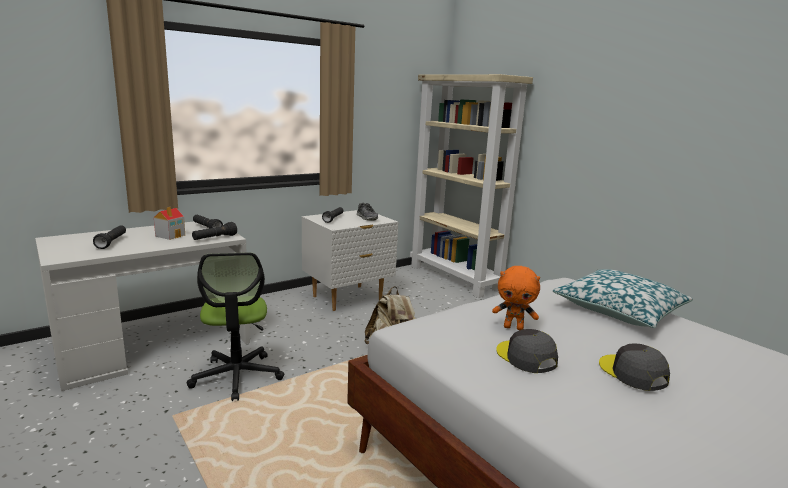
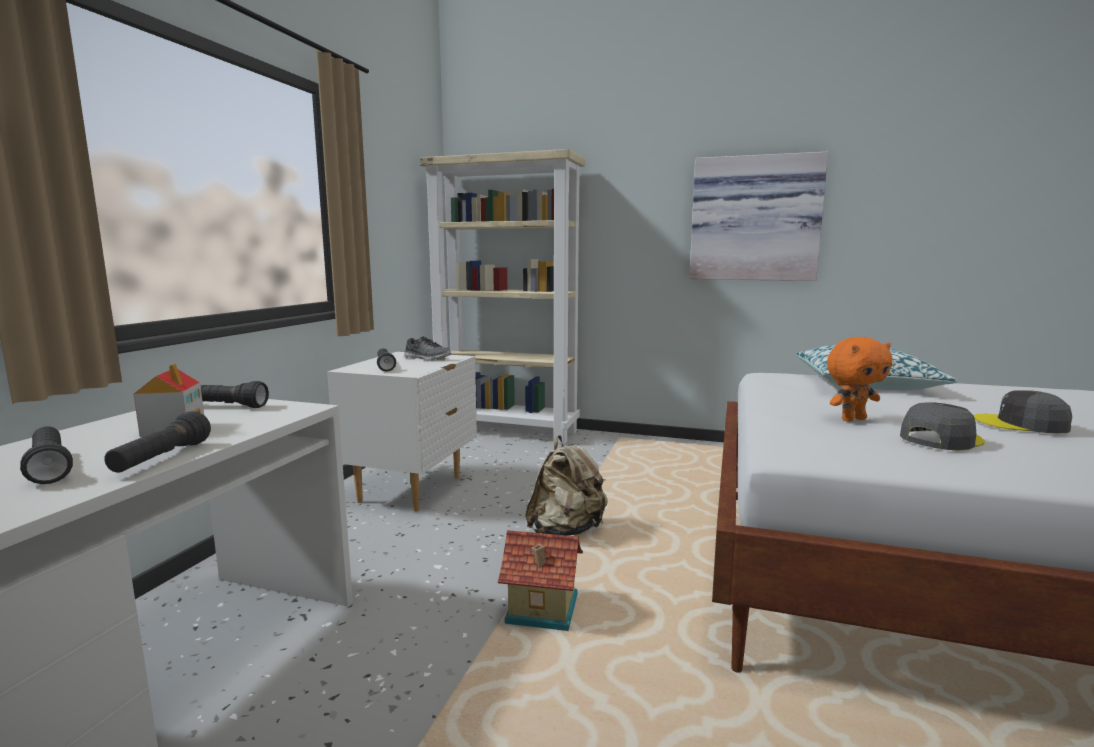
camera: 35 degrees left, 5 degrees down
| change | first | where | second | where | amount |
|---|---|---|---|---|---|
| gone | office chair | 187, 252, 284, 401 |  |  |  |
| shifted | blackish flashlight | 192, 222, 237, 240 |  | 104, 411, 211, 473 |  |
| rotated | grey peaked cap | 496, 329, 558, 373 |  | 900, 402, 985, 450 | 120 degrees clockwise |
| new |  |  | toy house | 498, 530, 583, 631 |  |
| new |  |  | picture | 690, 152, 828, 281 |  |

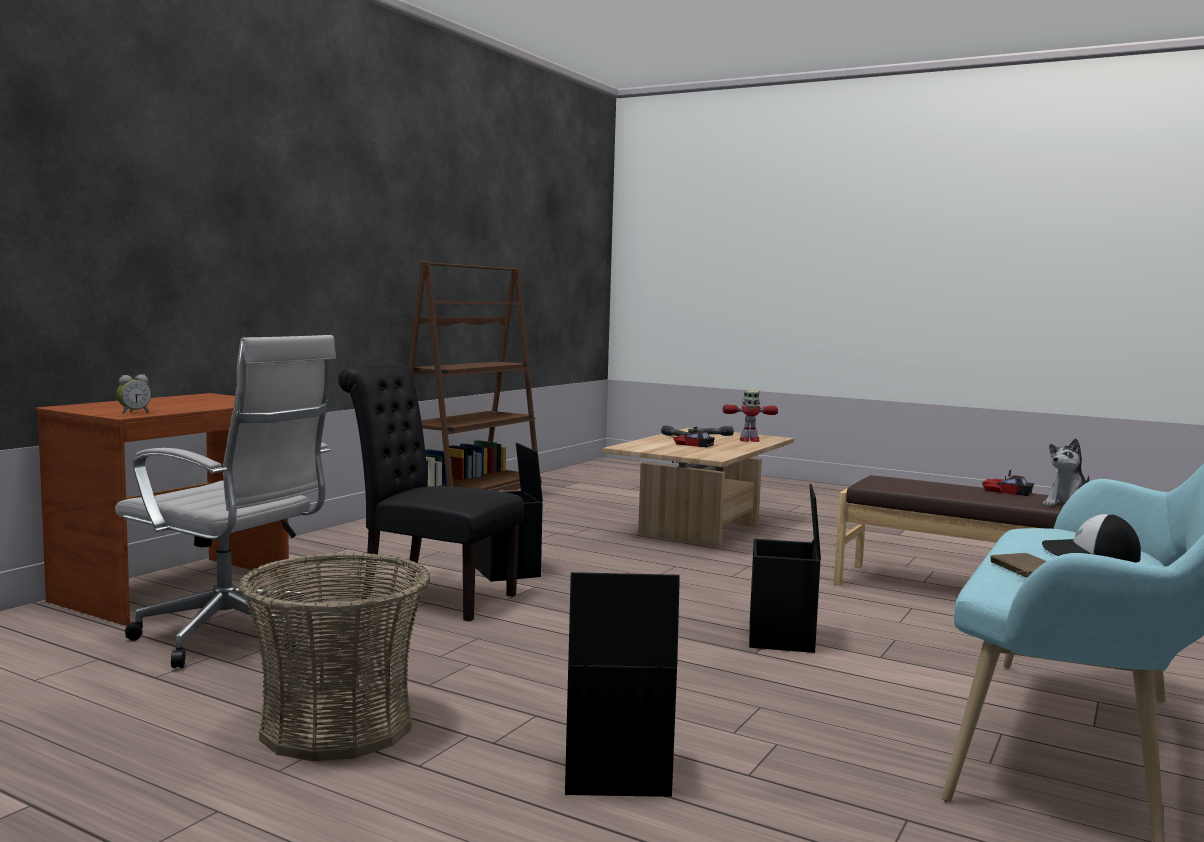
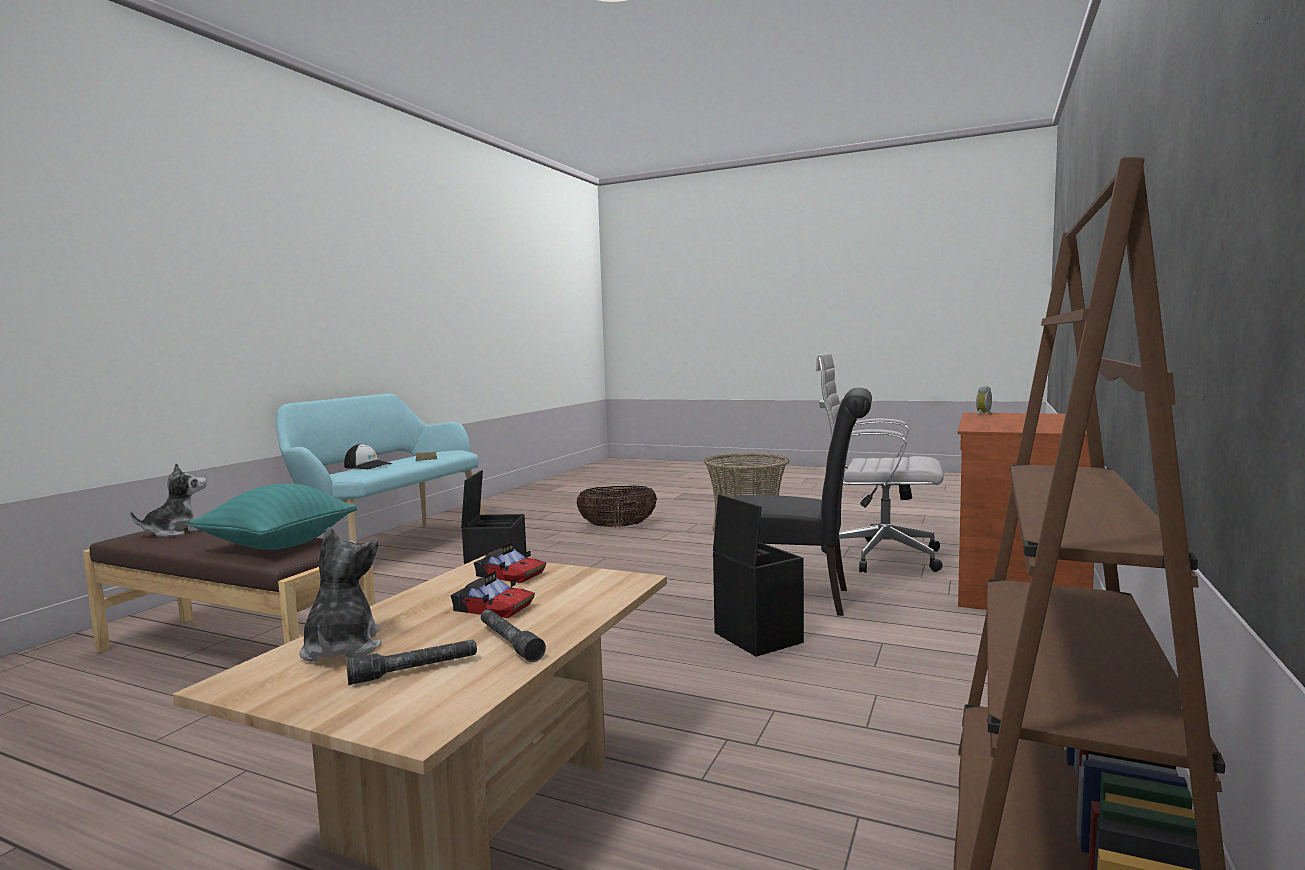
camera: 175 degrees right, 0 degrees up
| change | first | where | second | where | amount |
|---|---|---|---|---|---|
| swapped | blackish storage box | 565, 572, 680, 797 | storage basket | 576, 486, 657, 527 |  |
| swapped | model robot | 723, 390, 778, 442 | plush toy | 299, 527, 382, 662 |  |
| shifted | toy car | 982, 470, 1034, 496 |  | 474, 543, 546, 583 |  |
| new |  |  | turquoise cushion | 189, 483, 357, 550 |  |

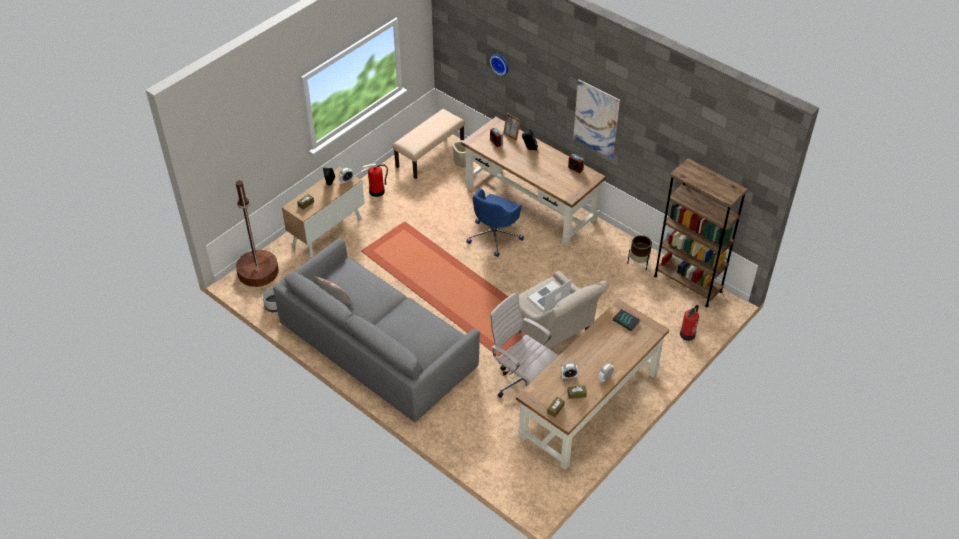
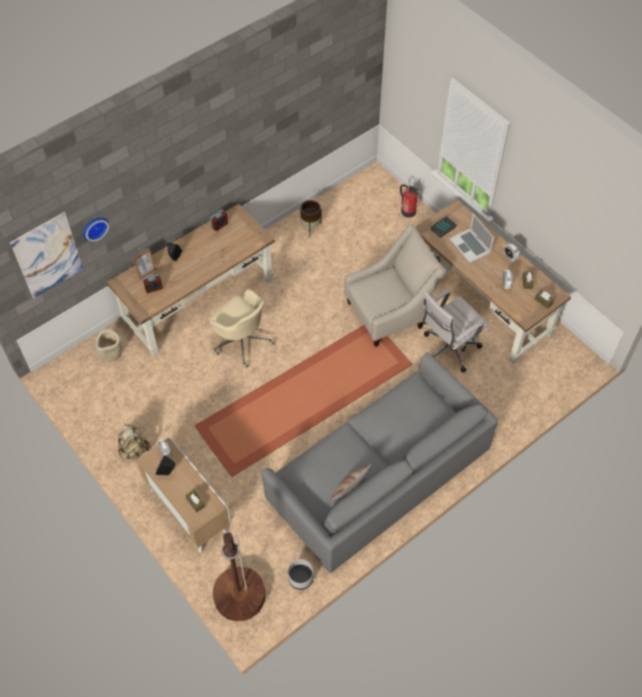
camera: 80 degrees left, 10 degrees up
| change | first | where | second | where | amount |
|---|---|---|---|---|---|
| swapped | fire extinguisher | 361, 163, 388, 197 | beige-coloured knapsack | 118, 424, 150, 459 |  |
| gone | beige-coloured bench | 393, 109, 465, 179 |  |  |  |
| repainted | blue office chair | 466, 188, 524, 257 | beige-coloured office chair | 210, 289, 275, 369 |  |
| shifted | notebook computer | 528, 280, 571, 312 |  | 450, 214, 494, 263 |  |
| shifted | picture | 573, 79, 620, 159 |  | 10, 212, 83, 298 |  |
| gone | brown-coloured bookcase | 654, 158, 748, 307 |  |  |  |

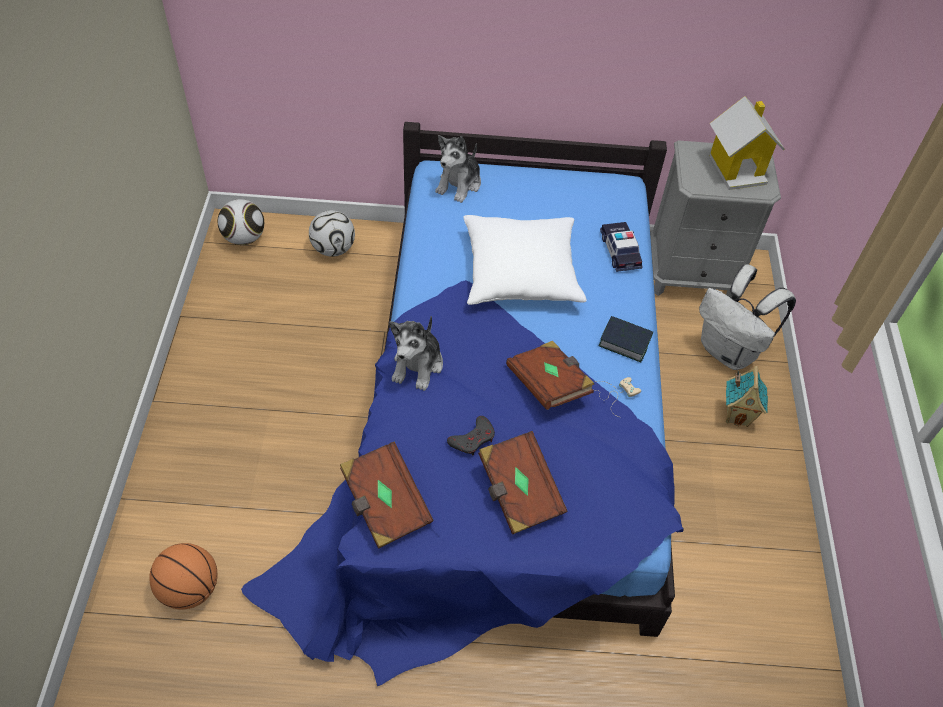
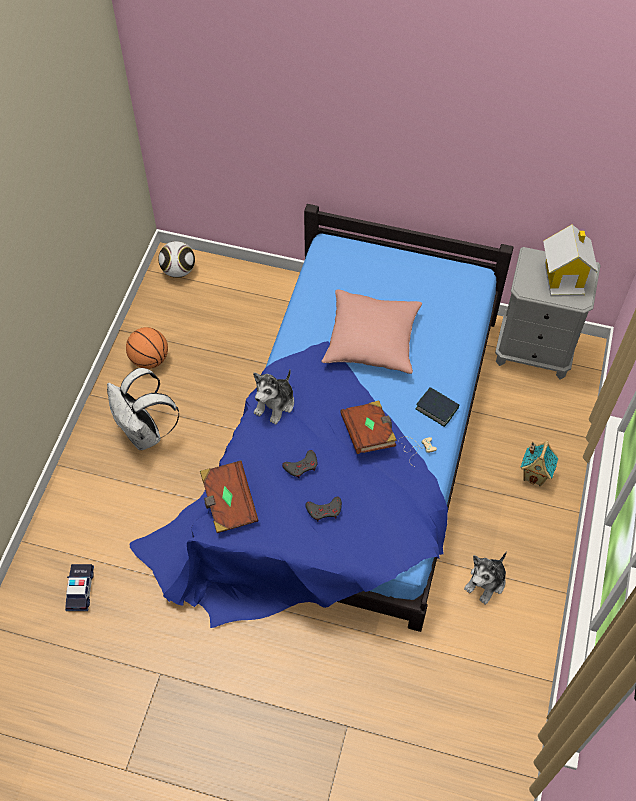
camera: 15 degrees right, 5 degrees up
| change | first | where | second | where | amount |
|---|---|---|---|---|---|
| shifted | basketball | 149, 543, 218, 609 |  | 126, 327, 168, 369 |  |
| gone | football ball | 309, 210, 355, 257 |  |  |  |
| shifted | plush toy | 435, 135, 481, 203 |  | 464, 552, 507, 605 |  |
| repainted | white cushion | 463, 215, 587, 305 | pink cushion | 322, 289, 422, 374 |  |
| swapped | brown-coloured volume | 478, 431, 568, 535 | grey joypad | 305, 497, 342, 522 |  |
| shifted | toy car | 600, 222, 643, 272 |  | 65, 564, 94, 611 |  |
| shifted | white knapsack | 699, 264, 796, 370 |  | 107, 368, 180, 450 |  |

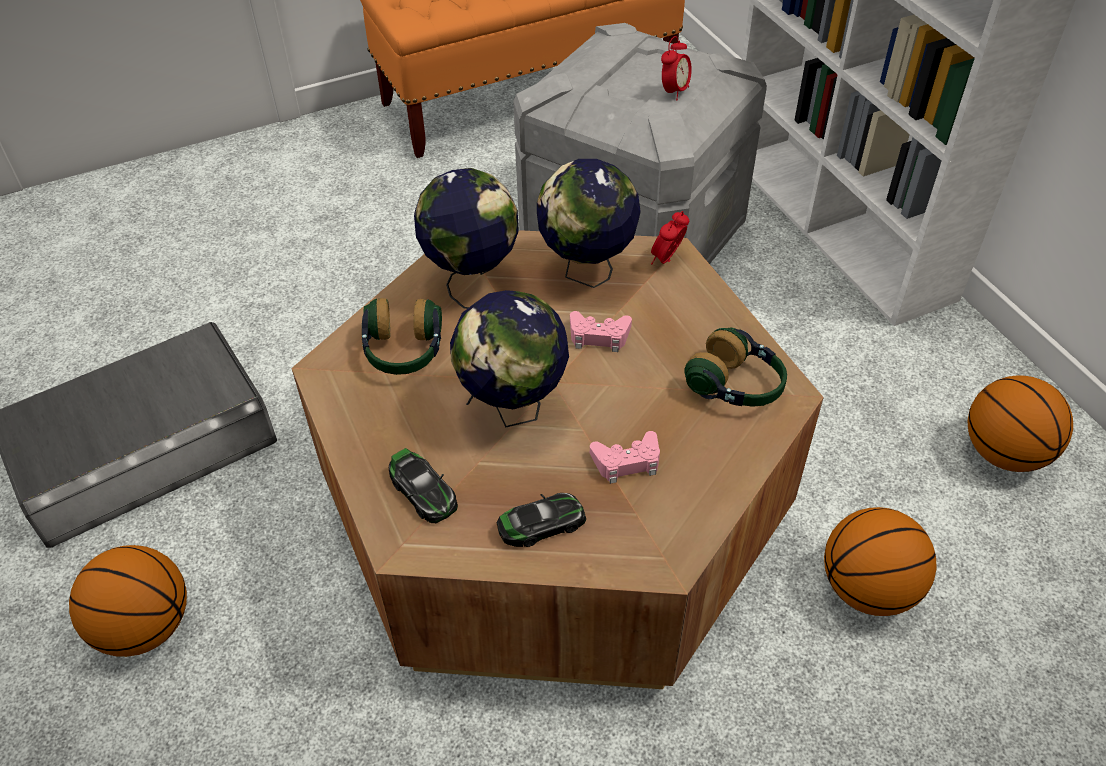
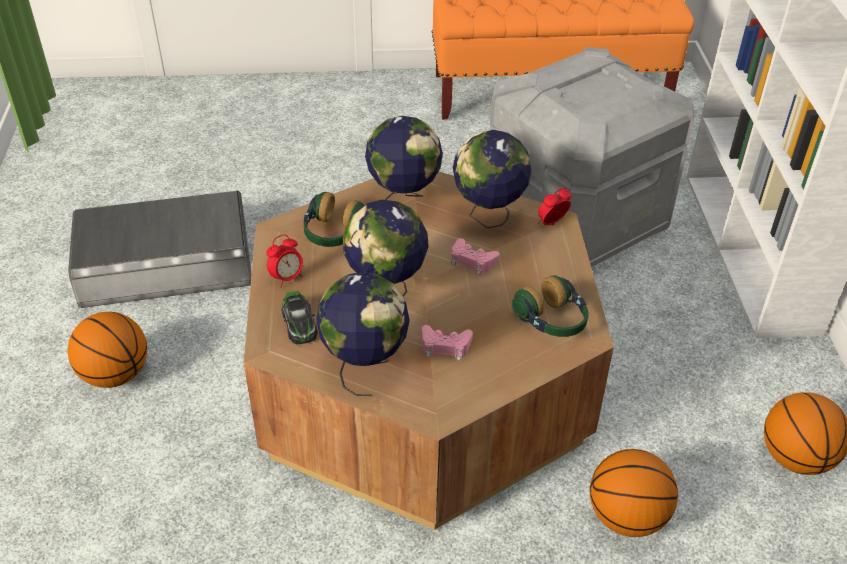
camera: 20 degrees right, 5 degrees down
| change | first | where | second | where | amount |
|---|---|---|---|---|---|
| swapped | toy car | 497, 493, 586, 547 | world globe | 317, 273, 410, 396 |  |
| shifted | table clock | 661, 36, 692, 100 |  | 266, 234, 303, 287 |  |

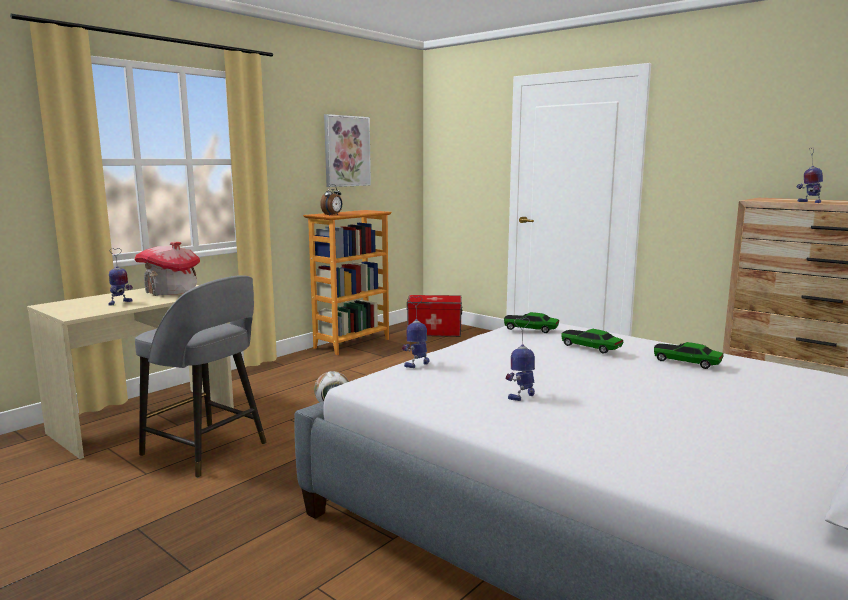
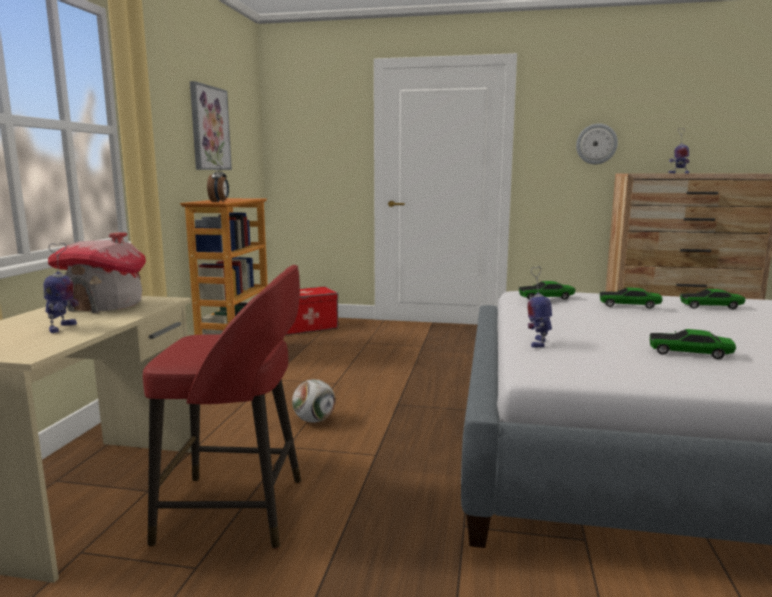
camera: 30 degrees left, 0 degrees up
| change | first | where | second | where | amount |
|---|---|---|---|---|---|
| repainted | grey sitting stool | 135, 275, 267, 478 | red-coloured sitting stool | 143, 265, 301, 549 |  |
| swapped | model robot | 506, 318, 535, 401 | toy car | 650, 329, 736, 359 |  |
| new |  |  | hanging clock | 576, 123, 618, 164 |  |

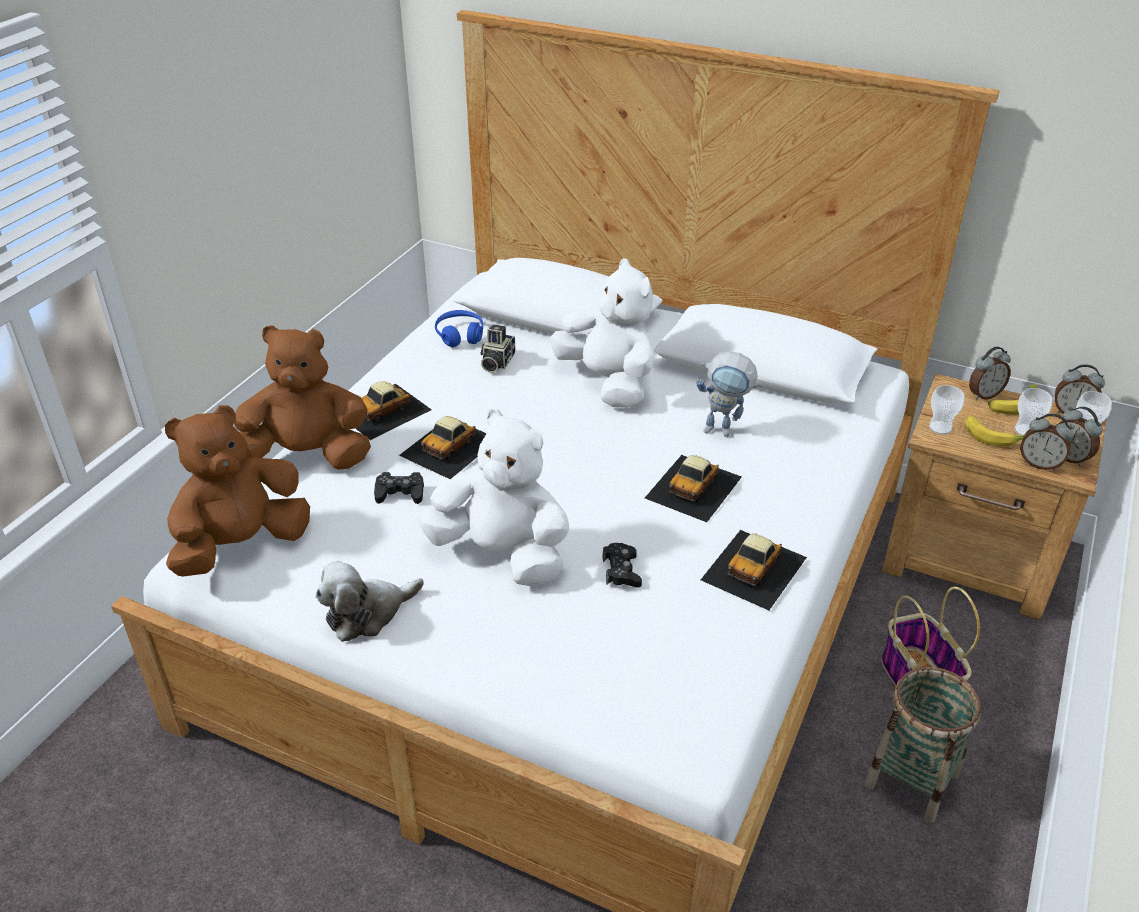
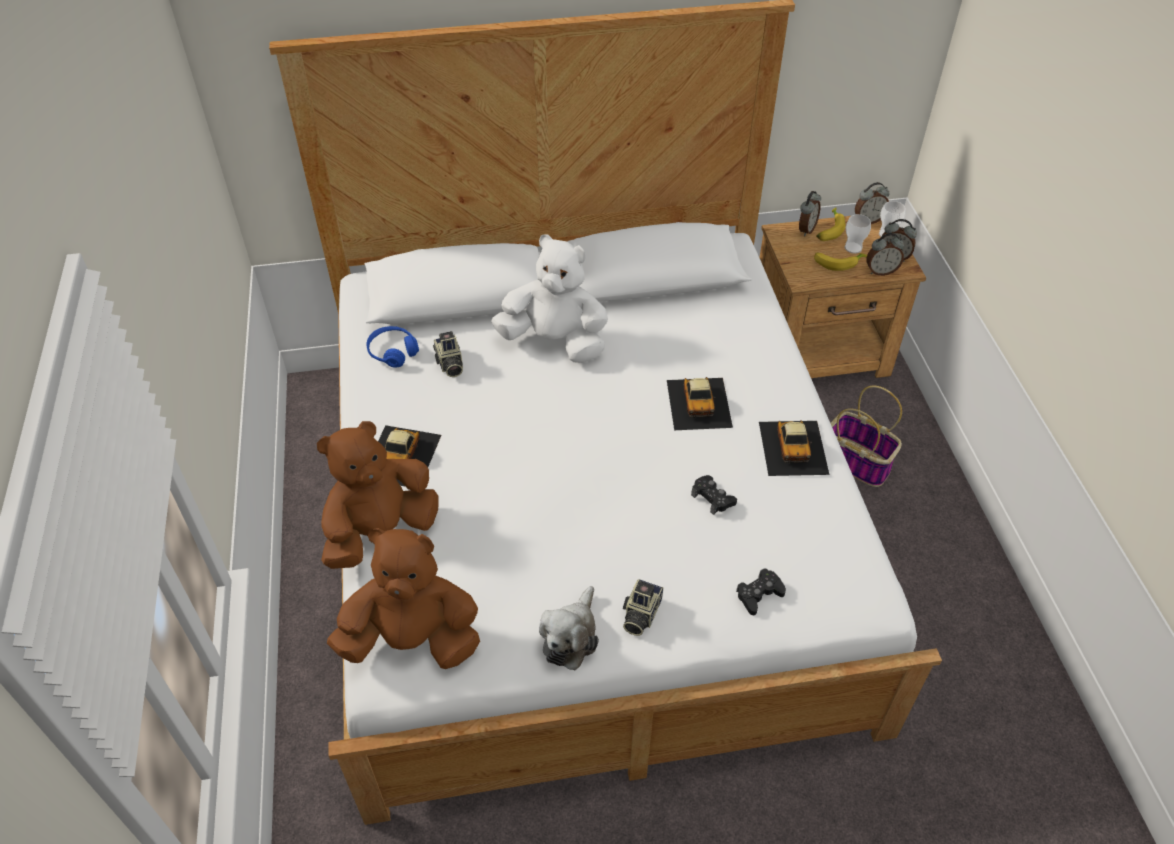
camera: 35 degrees left, 10 degrees up
| change | first | where | second | where | amount |
|---|---|---|---|---|---|
| rotated | brown-coloured plush toy | 165, 405, 310, 577 |  | 327, 528, 480, 669 | 75 degrees clockwise |
| shifted | blackish joypad | 374, 472, 424, 504 |  | 736, 568, 786, 615 |  |
| gone | toy car | 399, 416, 487, 479 |  |  |  |
| gone | white plush toy | 418, 409, 569, 586 |  |  |  |
| gone | model robot | 696, 351, 763, 437 |  |  |  |
| gone | storage basket | 864, 667, 981, 823 |  |  |  |
| gone | drinking cup | 929, 385, 964, 435 |  |  |  |
| new |  |  | photo camera | 623, 579, 663, 636 |  |

